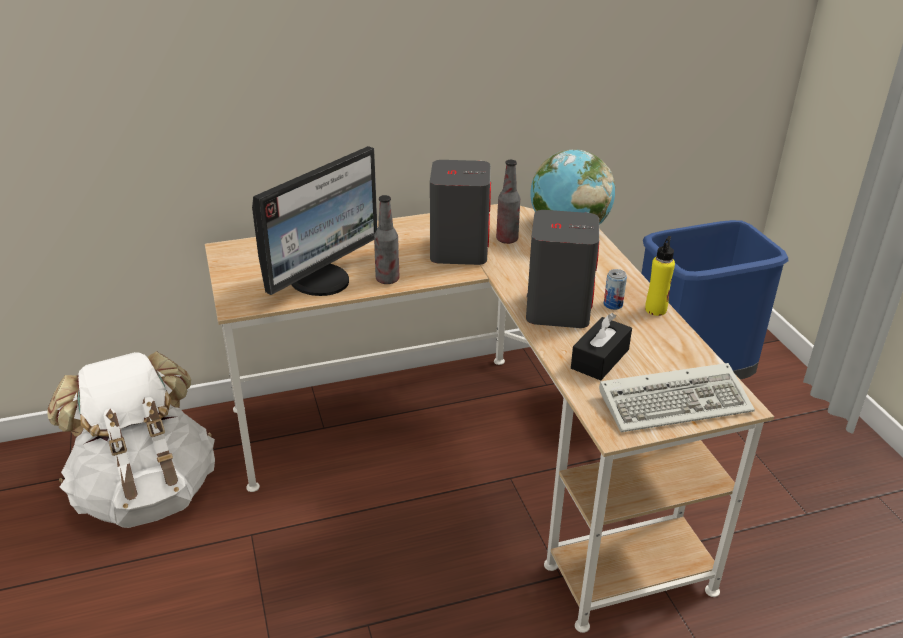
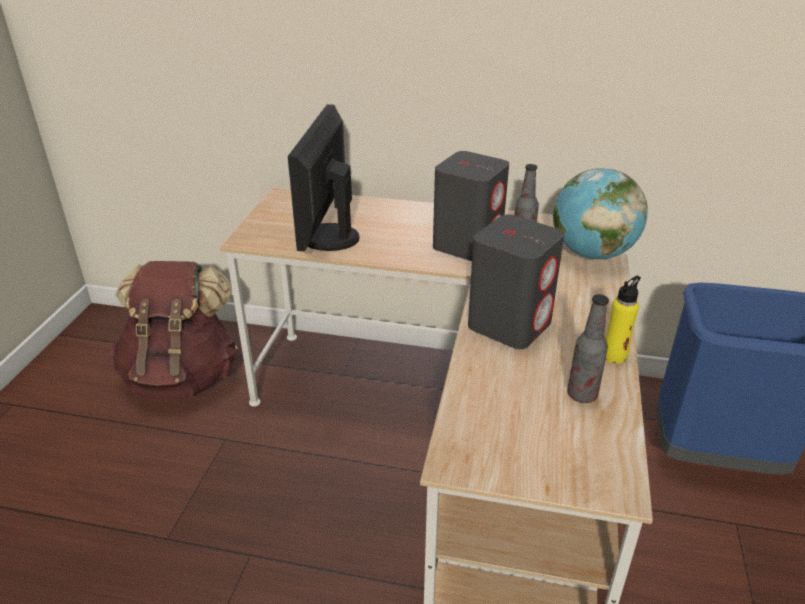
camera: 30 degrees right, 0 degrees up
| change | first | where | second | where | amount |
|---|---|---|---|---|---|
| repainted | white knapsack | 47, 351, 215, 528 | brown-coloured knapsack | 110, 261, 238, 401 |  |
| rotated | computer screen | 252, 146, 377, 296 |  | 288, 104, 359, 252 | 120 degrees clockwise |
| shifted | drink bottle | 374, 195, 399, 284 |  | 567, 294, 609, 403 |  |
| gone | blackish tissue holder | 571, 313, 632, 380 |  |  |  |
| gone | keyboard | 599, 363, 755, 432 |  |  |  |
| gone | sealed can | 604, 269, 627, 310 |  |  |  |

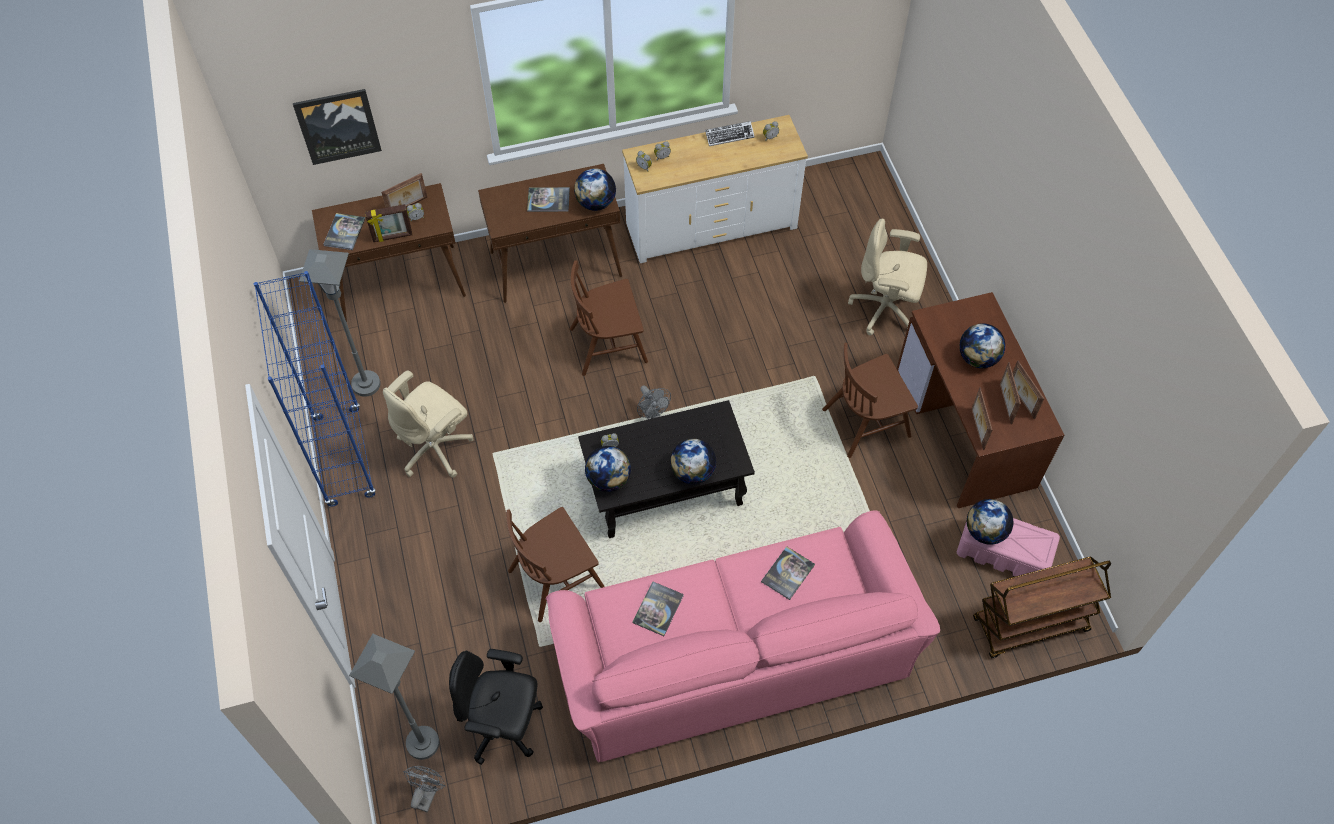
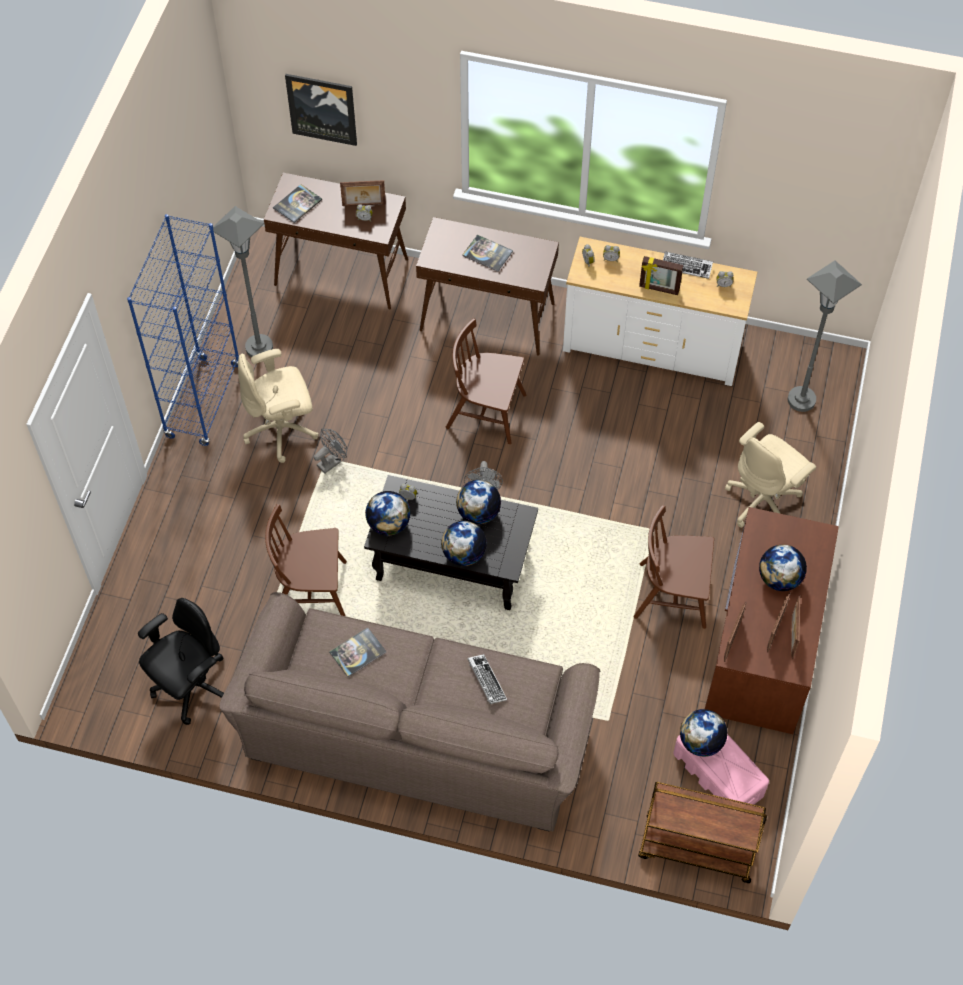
camera: 30 degrees right, 0 degrees up
| change | first | where | second | where | amount |
|---|---|---|---|---|---|
| shifted | grey floor lamp | 349, 634, 439, 760 |  | 788, 260, 862, 412 |  |
| shifted | picture frame | 365, 204, 413, 242 |  | 639, 256, 683, 295 |  |
| shifted | grey electric fan | 403, 766, 445, 812 |  | 314, 429, 347, 474 |  |
| rotated | blackish office chair | 449, 649, 543, 765 |  | 138, 598, 224, 725 | 90 degrees clockwise |
| repainted | pink couch | 546, 510, 940, 763 | brown-coloured couch | 220, 592, 600, 831 |  |
| shifted | world globe | 574, 168, 616, 211 |  | 456, 480, 501, 524 |  |
| swapped | volume | 761, 546, 815, 600 | keyboard | 468, 654, 507, 704 |  |
| rotated | beige-coloured office chair | 848, 219, 927, 336 |  | 725, 422, 816, 528 | 90 degrees counterclockwise |

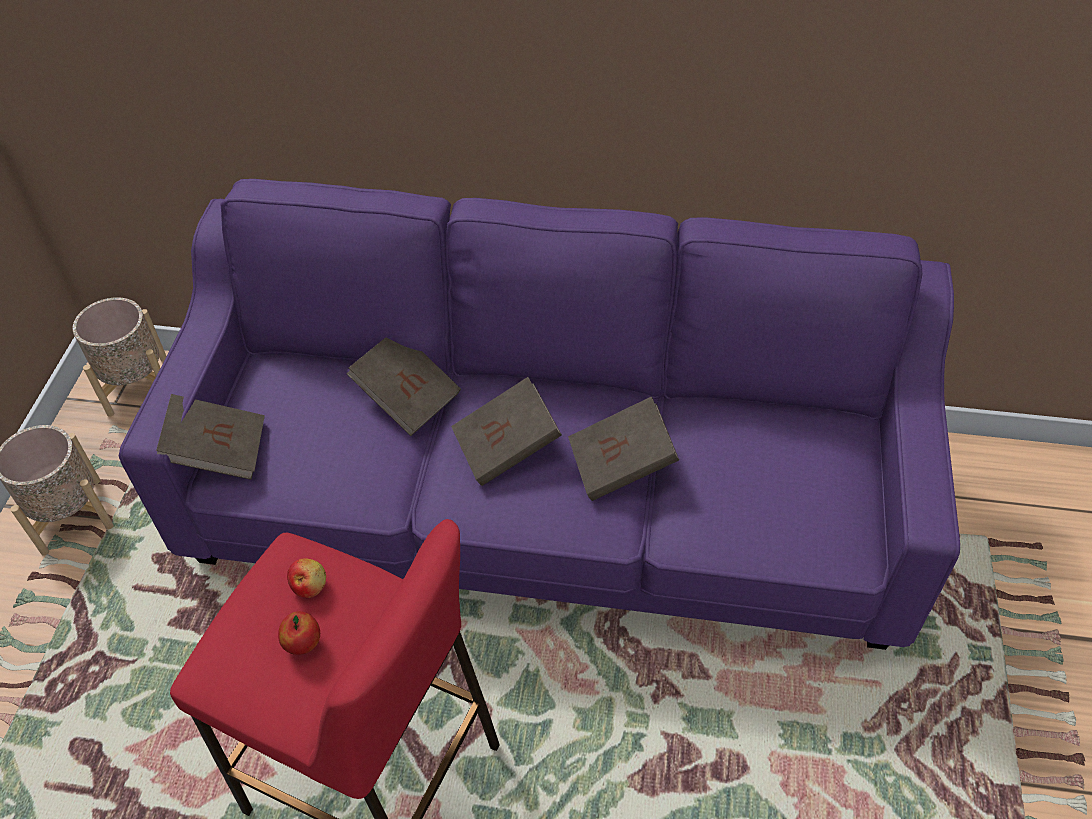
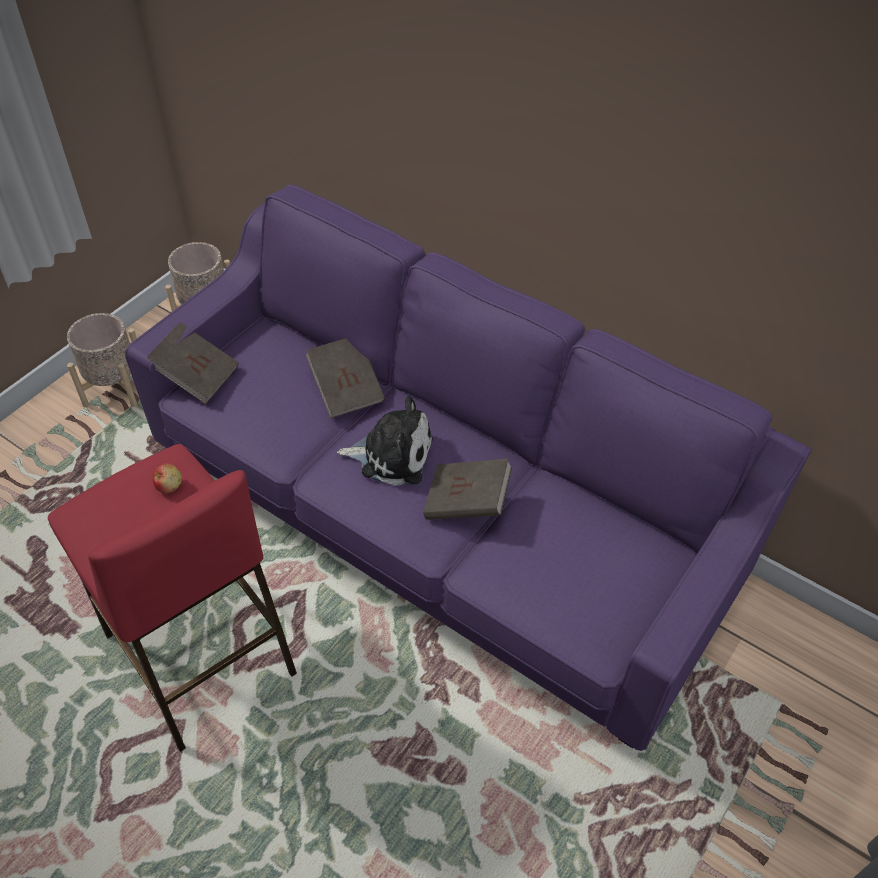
camera: 25 degrees right, 0 degrees up
| change | first | where | second | where | amount |
|---|---|---|---|---|---|
| gone | apple | 278, 611, 320, 655 |  |  |  |
| swapped | brown-coloured volume | 451, 377, 562, 486 | plush toy | 337, 396, 433, 486 |  |

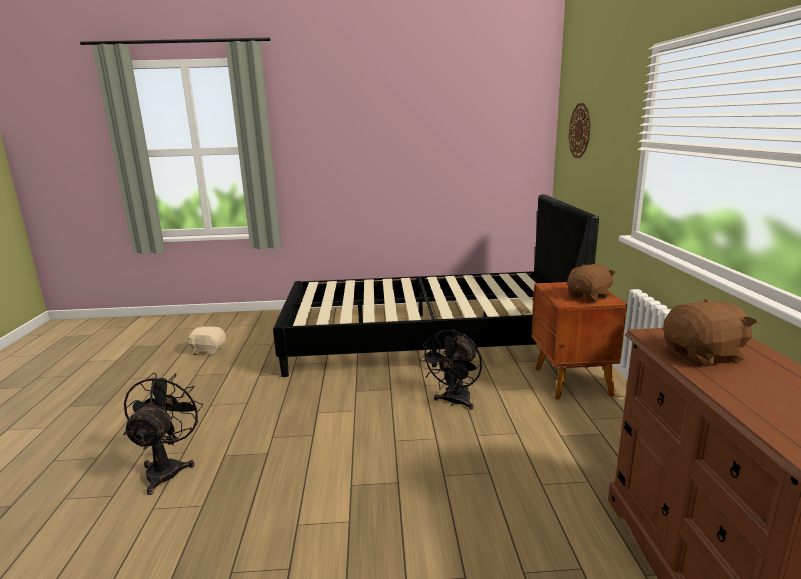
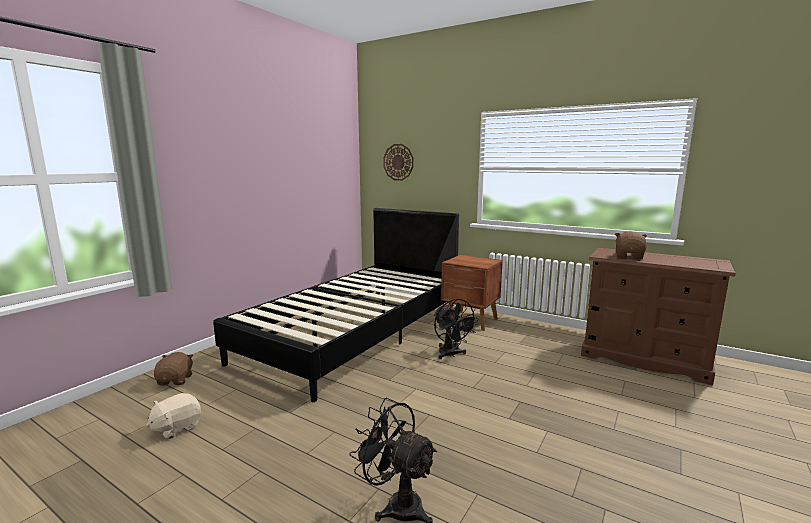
camera: 55 degrees left, 5 degrees down
| change | first | where | second | where | amount |
|---|---|---|---|---|---|
| shifted | brown-coloured plush toy | 568, 264, 616, 302 |  | 154, 352, 194, 386 |  |

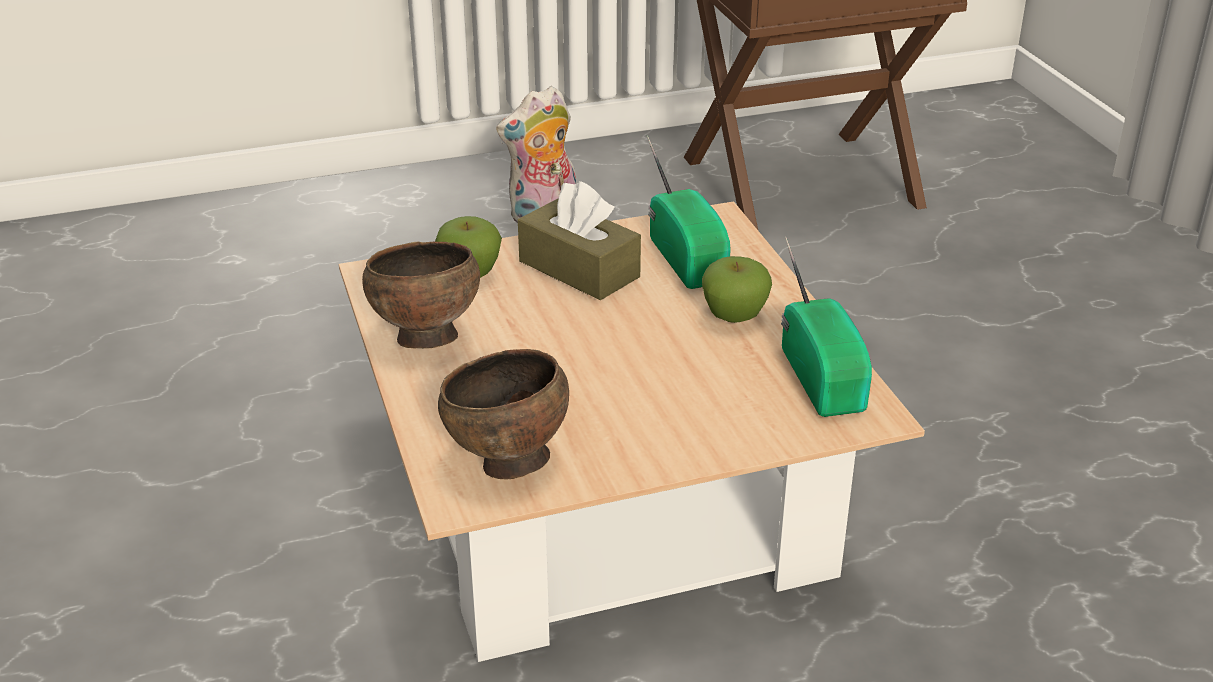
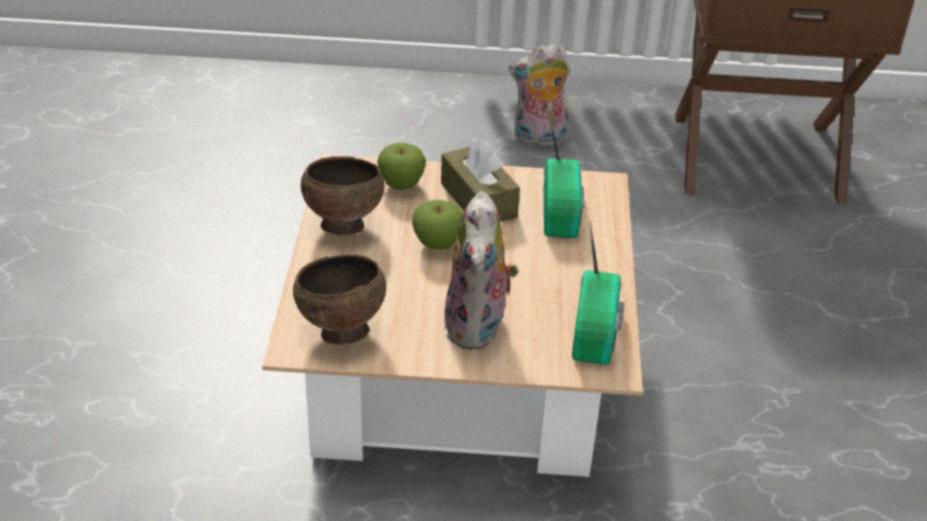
camera: 20 degrees right, 5 degrees up
| change | first | where | second | where | amount |
|---|---|---|---|---|---|
| shifted | apple | 702, 256, 772, 323 |  | 412, 200, 463, 249 |  |
| new |  |  | plush toy | 444, 191, 519, 350 |  |

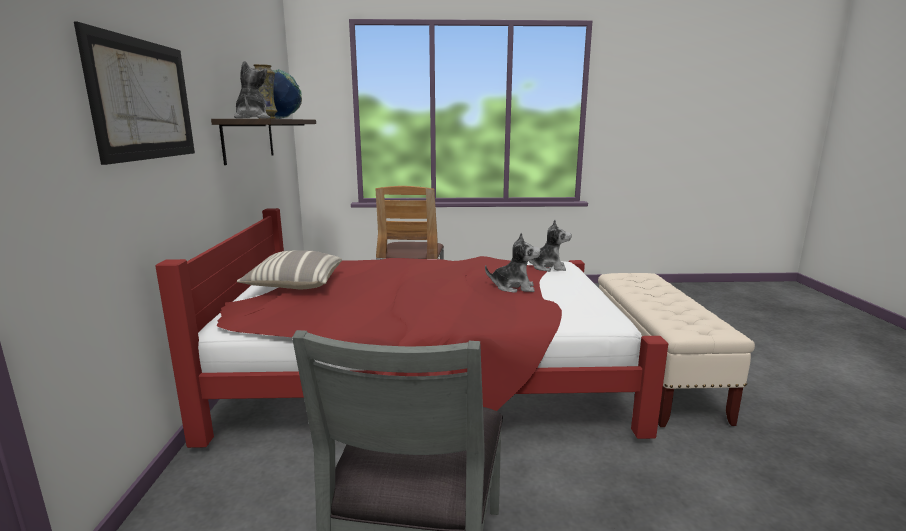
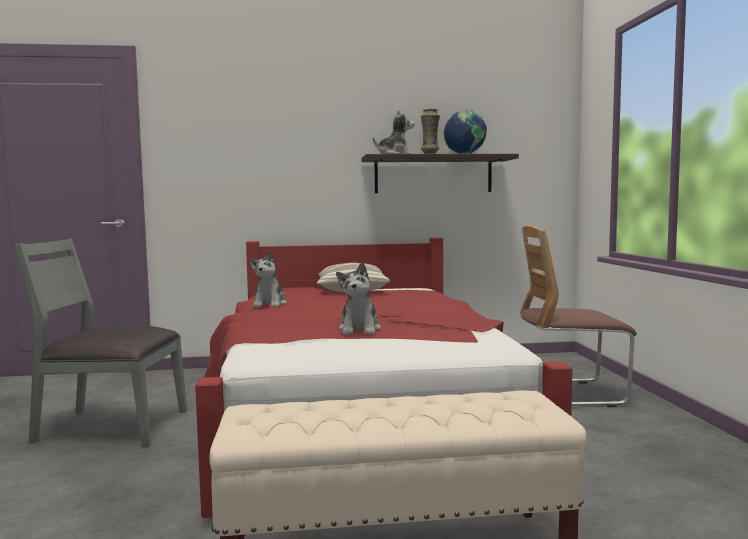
camera: 85 degrees right, 10 degrees down
| change | first | where | second | where | amount |
|---|---|---|---|---|---|
| gone | picture | 74, 22, 195, 165 |  |  |  |
| shifted | plush toy | 529, 220, 572, 272 |  | 250, 251, 287, 307 |  |

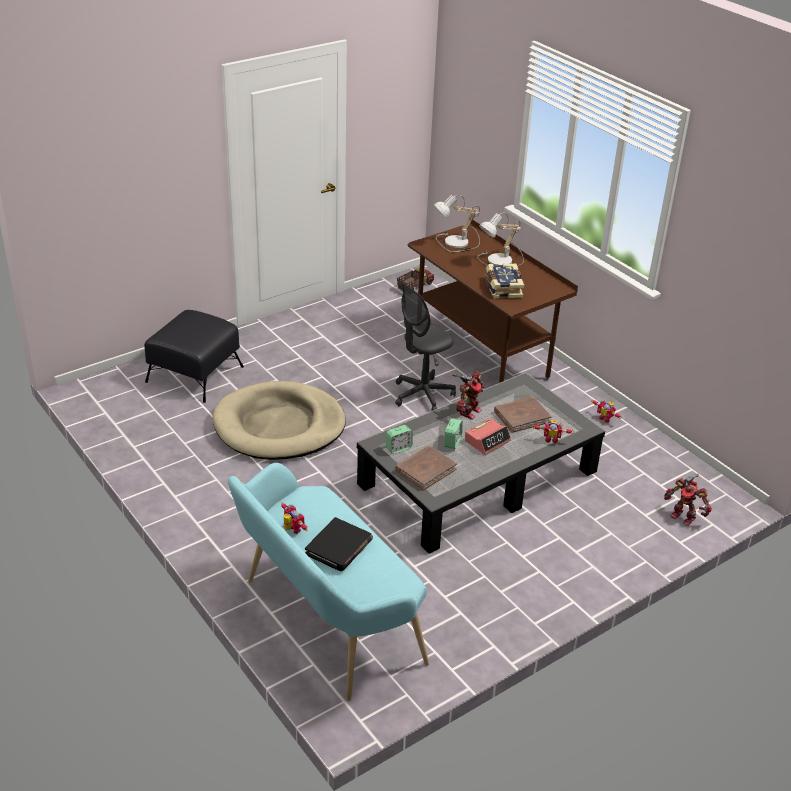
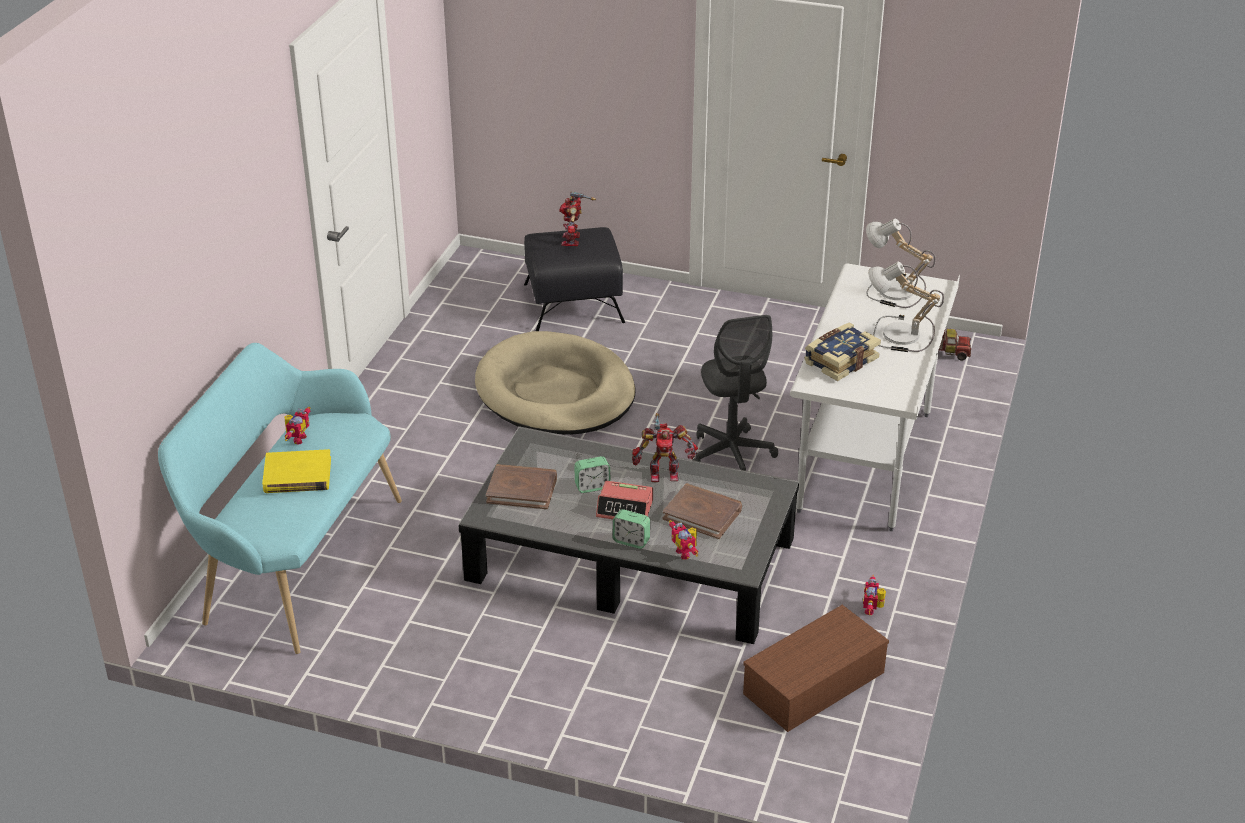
camera: 55 degrees right, 0 degrees up
| change | first | where | second | where | amount |
|---|---|---|---|---|---|
| repainted | blackish volume | 305, 517, 373, 571 | yellow-coloured volume | 262, 449, 331, 493 |  |
| shifted | table clock | 386, 425, 413, 454 |  | 613, 509, 650, 549 |  |
| rotated | grey office chair | 395, 282, 456, 410 |  | 693, 315, 778, 471 | 120 degrees counterclockwise |
| repainted | brown-coloured desk table | 408, 220, 578, 383 | white desk table | 790, 263, 960, 531 |  |
| shifted | model robot | 664, 474, 712, 526 |  | 559, 192, 596, 246 |  |
| new |  |  | brown-coloured storage box | 743, 605, 889, 732 |  |

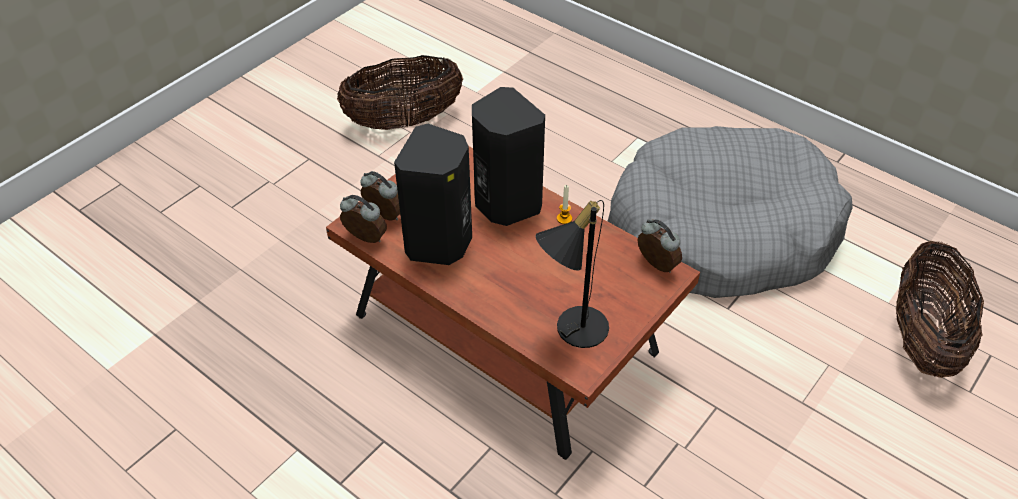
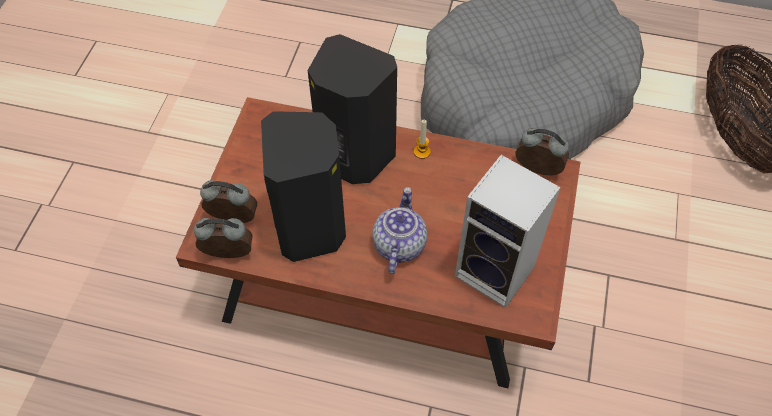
camera: 25 degrees left, 10 degrees up
| change | first | where | second | where | amount |
|---|---|---|---|---|---|
| gone | storage basket | 337, 55, 463, 130 |  |  |  |
| swapped | blackish table lamp | 535, 200, 609, 348 | audio speaker | 455, 155, 561, 308 |  |
| new |  |  | teapot | 372, 187, 427, 274 |  |

